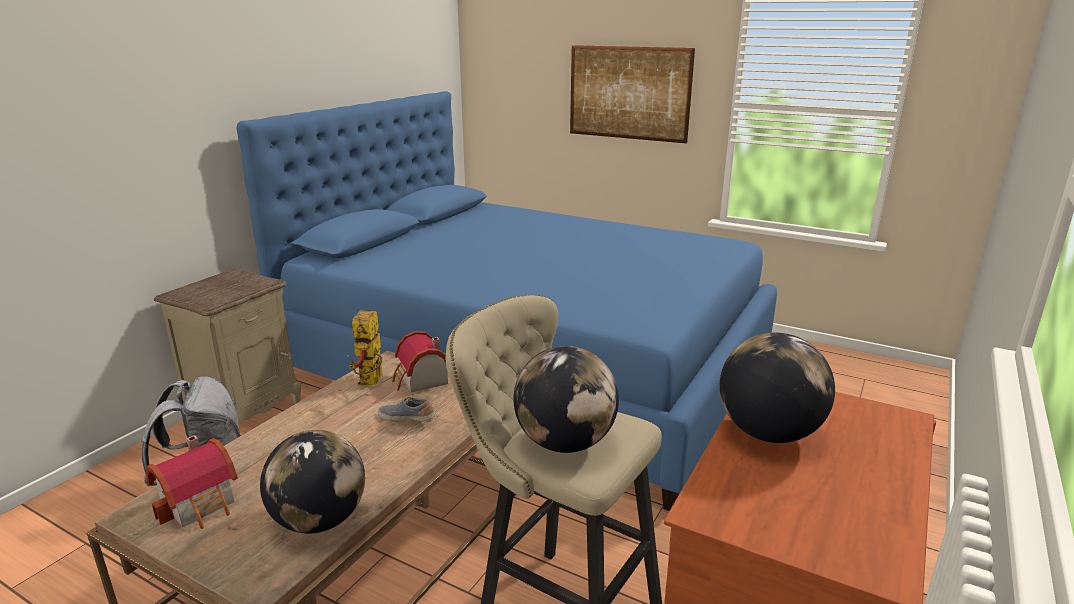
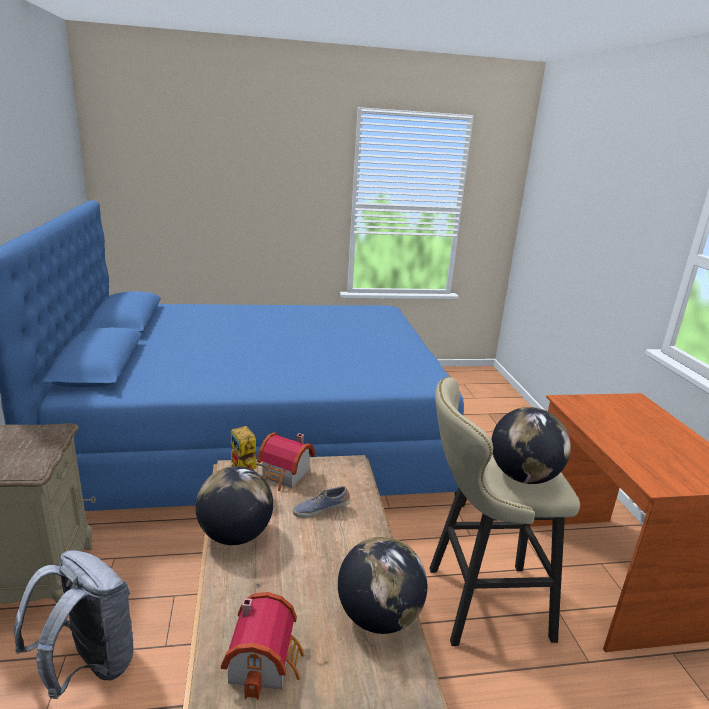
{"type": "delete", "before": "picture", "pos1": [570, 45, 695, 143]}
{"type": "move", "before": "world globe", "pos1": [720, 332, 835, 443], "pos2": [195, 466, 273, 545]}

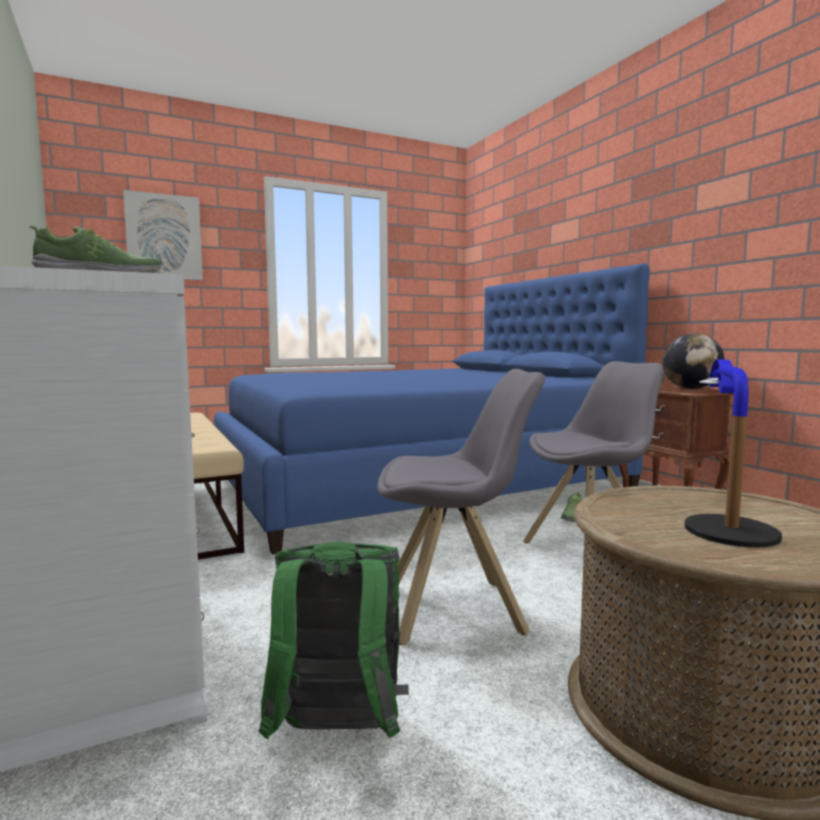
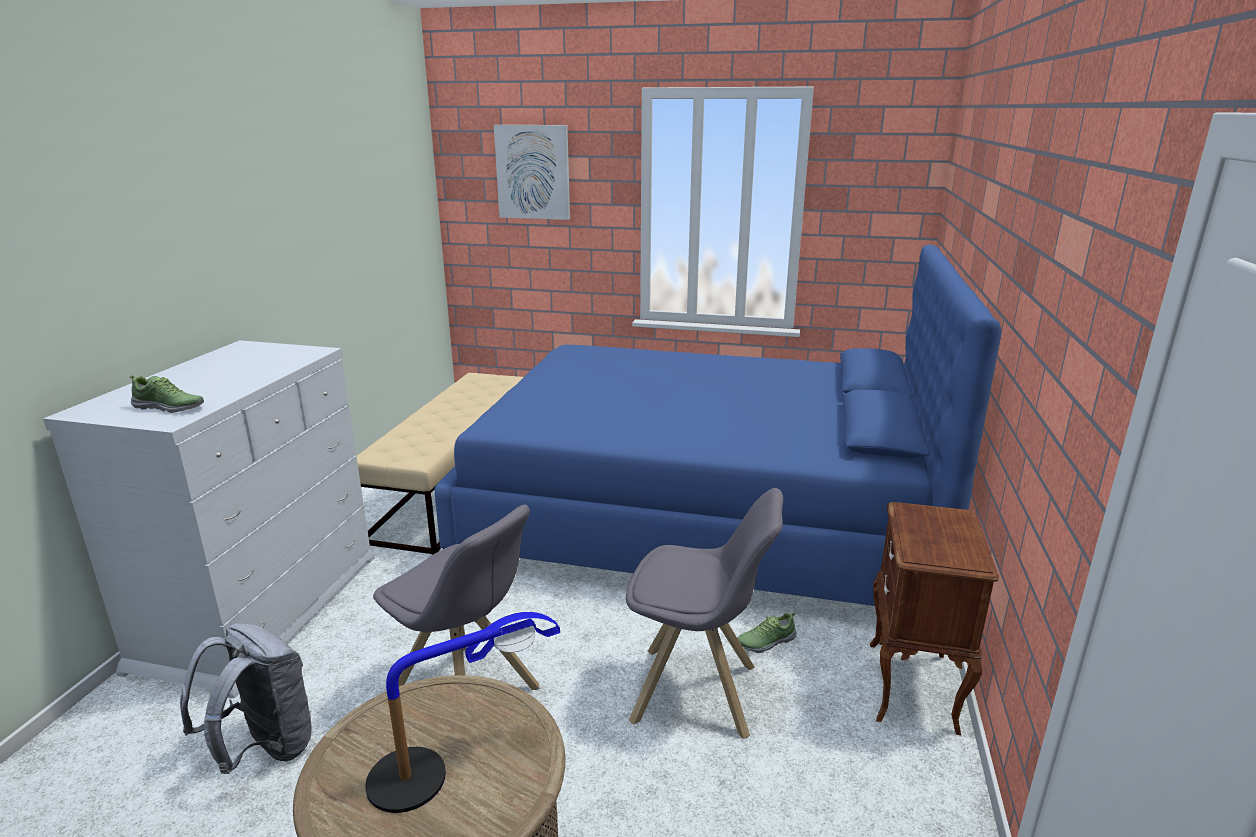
{"type": "delete", "before": "world globe", "pos1": [662, 333, 724, 389]}
{"type": "recolor", "before": "green-coloured backpack", "after": "gray backpack", "pos1": [259, 542, 409, 739], "pos2": [180, 623, 312, 774]}

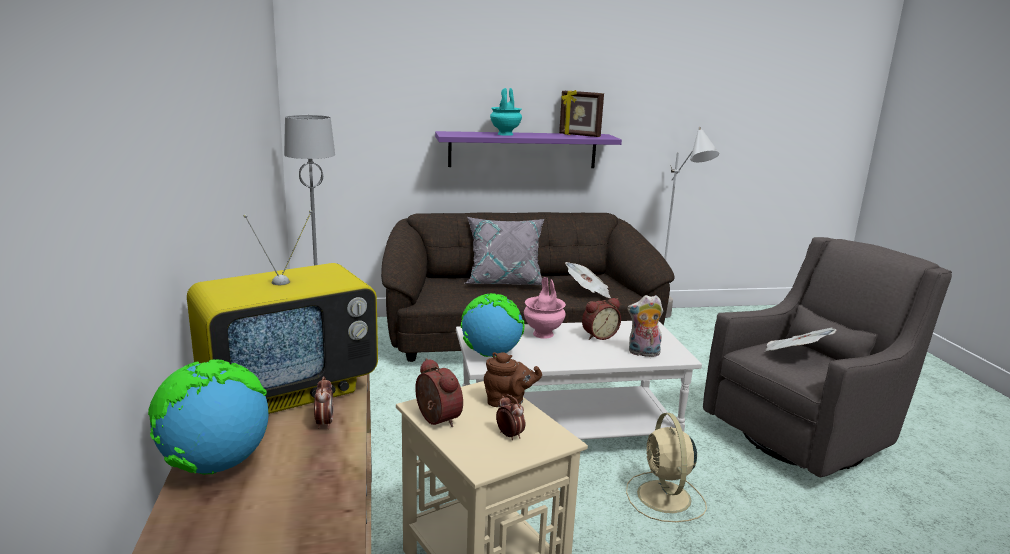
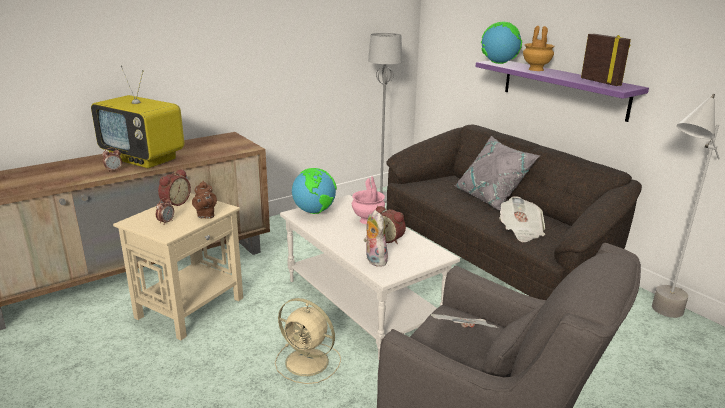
{"type": "move", "before": "world globe", "pos1": [148, 360, 269, 475], "pos2": [481, 22, 522, 64]}
{"type": "recolor", "before": "blue-green decorative vase", "after": "brownish decorative vase", "pos1": [490, 88, 522, 136], "pos2": [523, 26, 554, 71]}
{"type": "rotate", "before": "photo frame", "pos1": [559, 90, 604, 137], "pos2": [581, 34, 631, 86], "turn": 150}
{"type": "rotate", "before": "beige-coloured fan", "pos1": [626, 413, 707, 522], "pos2": [275, 298, 341, 384], "turn": -120}

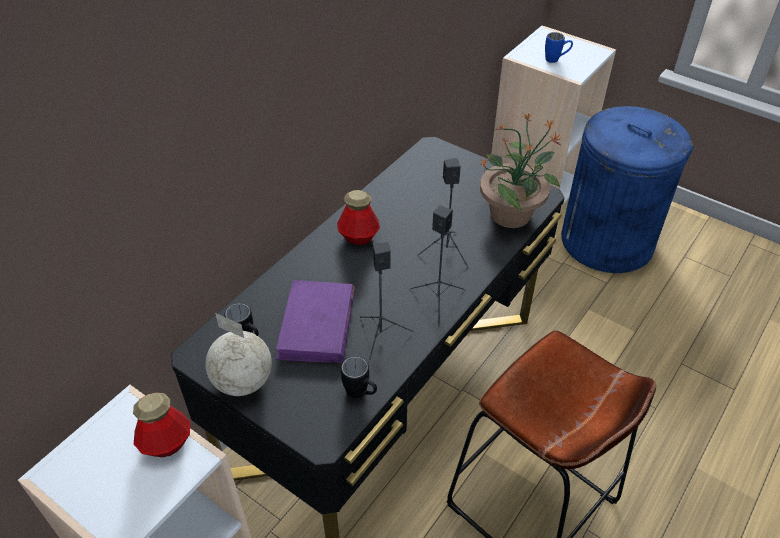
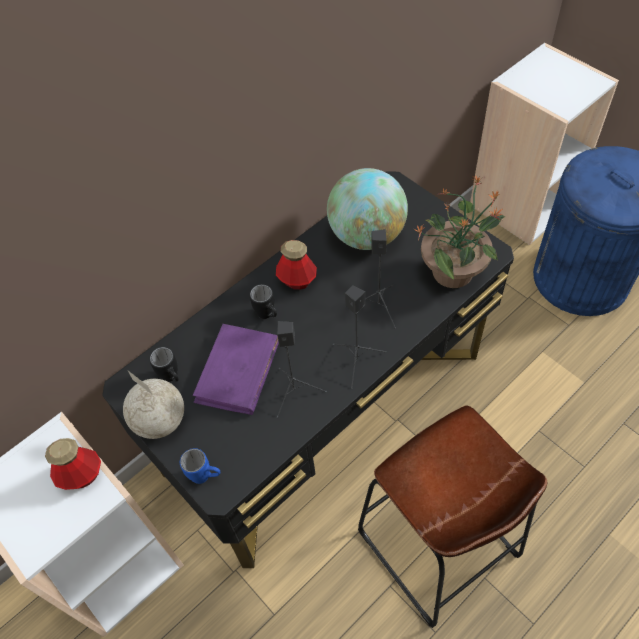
{"type": "insert", "after": "world globe", "pos2": [327, 168, 408, 250]}
{"type": "move", "before": "blackish tea mug", "pos1": [341, 356, 377, 399], "pos2": [250, 284, 277, 319]}
{"type": "move", "before": "blue-coloured tea mug", "pos1": [545, 32, 573, 63], "pos2": [180, 448, 220, 484]}

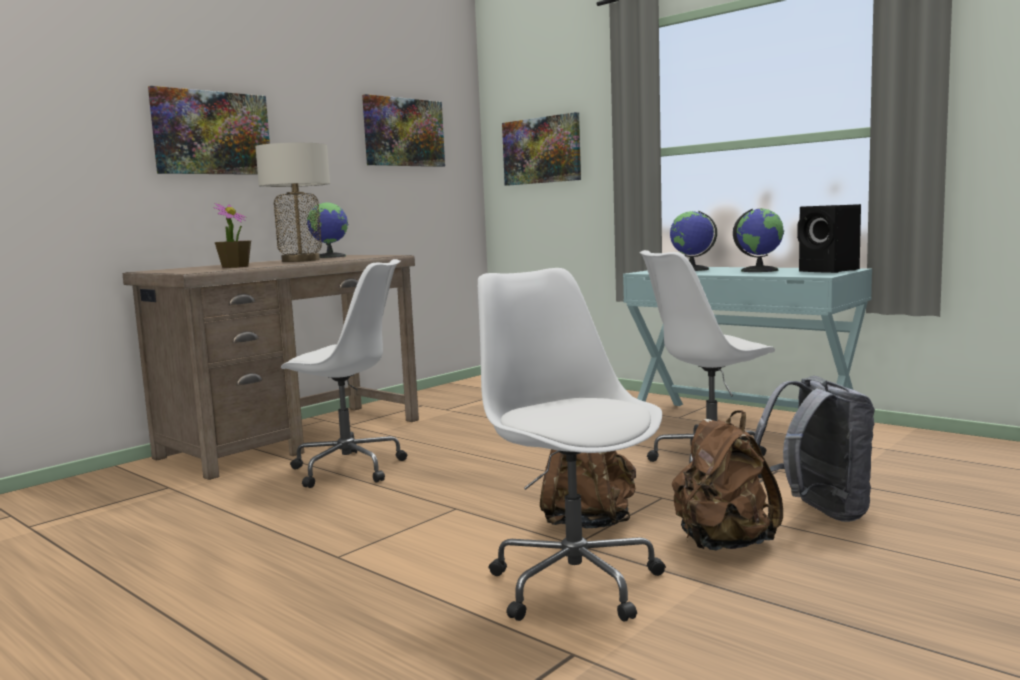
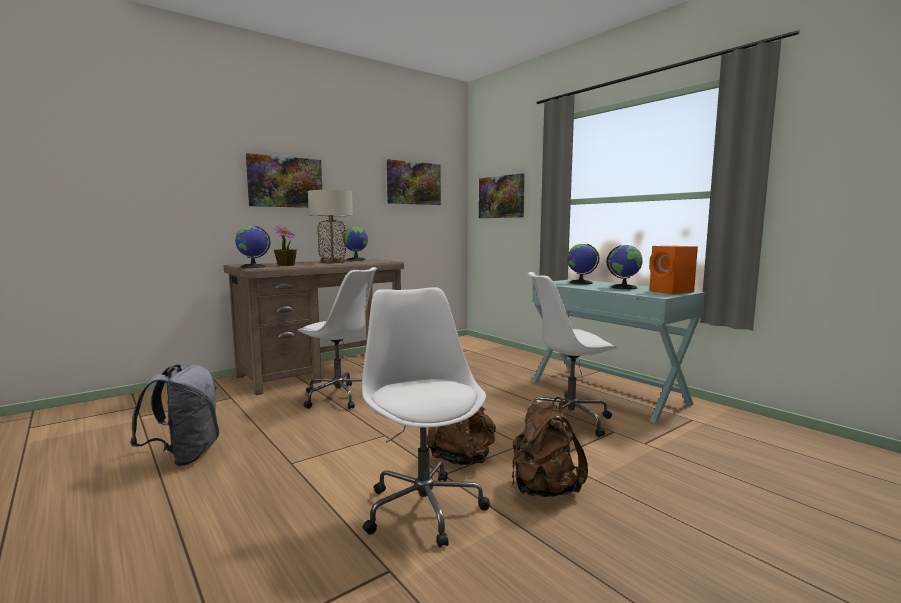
{"type": "insert", "after": "world globe", "pos2": [235, 226, 271, 268]}
{"type": "move", "before": "gray backpack", "pos1": [754, 376, 875, 522], "pos2": [130, 364, 219, 466]}
{"type": "recolor", "before": "blackish speaker", "after": "orange-coloured speaker", "pos1": [797, 204, 861, 273], "pos2": [649, 246, 698, 294]}

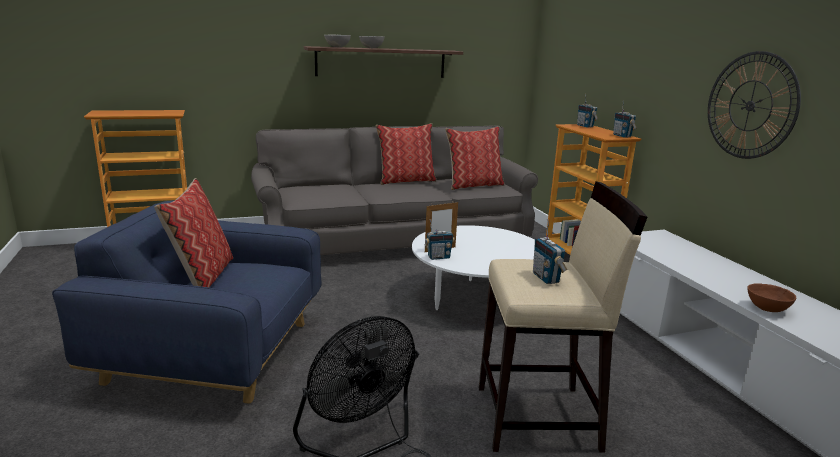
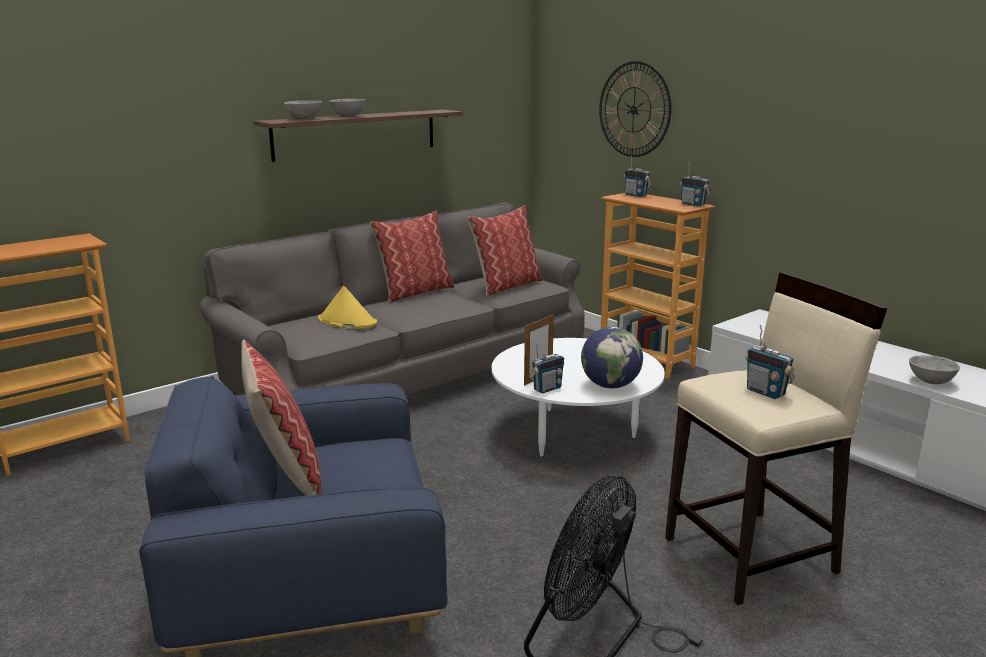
{"type": "insert", "after": "yellow-coloured wearable hat", "pos2": [318, 285, 377, 329]}
{"type": "insert", "after": "world globe", "pos2": [581, 327, 643, 389]}
{"type": "move", "before": "hanging clock", "pos1": [708, 51, 801, 159], "pos2": [599, 61, 672, 157]}
{"type": "recolor", "before": "brownish bowl", "after": "gray bowl", "pos1": [747, 283, 796, 312], "pos2": [909, 355, 960, 384]}

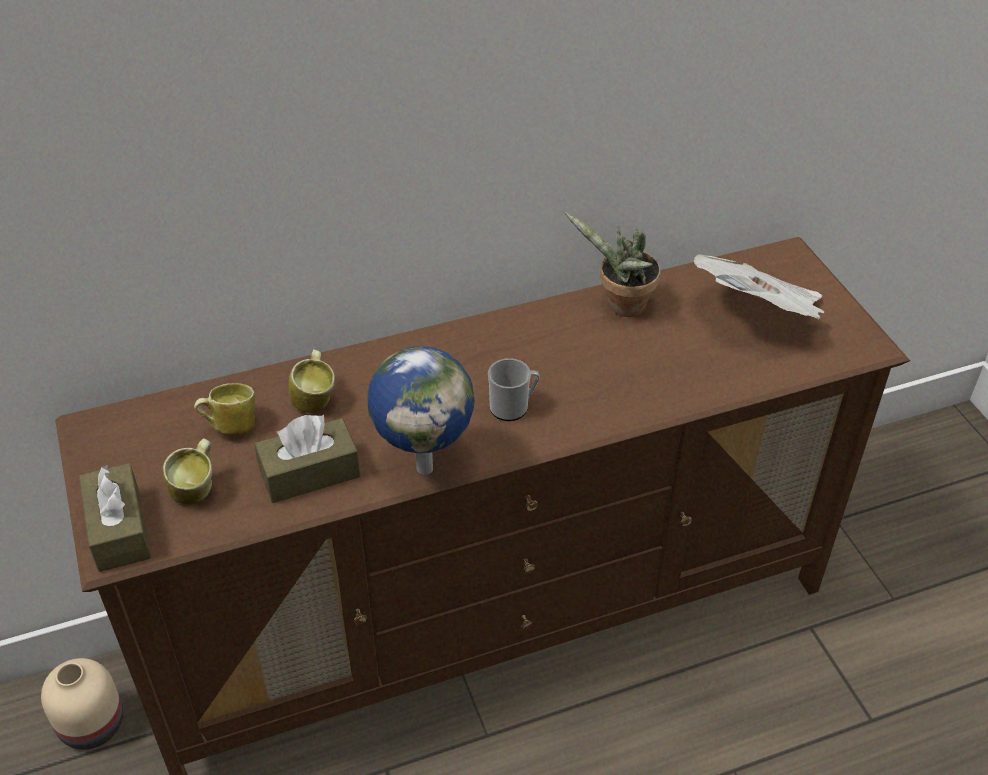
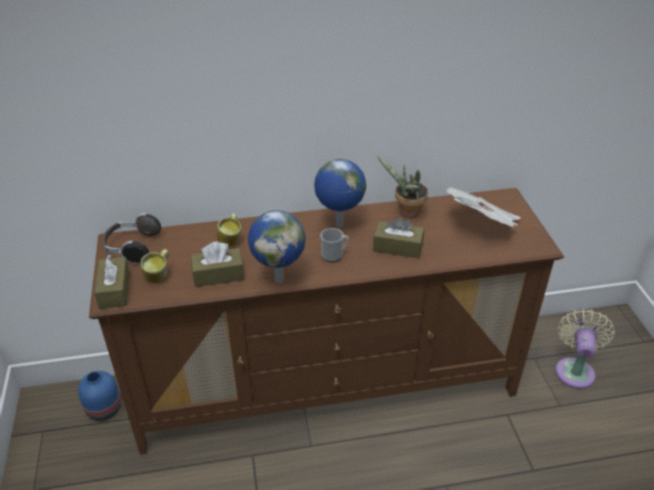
{"type": "delete", "before": "tea mug", "pos1": [194, 383, 255, 435]}
{"type": "insert", "after": "headset", "pos2": [102, 213, 161, 264]}
{"type": "insert", "after": "world globe", "pos2": [314, 159, 366, 227]}
{"type": "insert", "after": "brownish tissue box", "pos2": [373, 217, 424, 259]}
{"type": "insert", "after": "beige-coloured fan", "pos2": [555, 309, 615, 389]}
{"type": "recolor", "before": "beige-coloured decorative vase", "after": "blue-coloured decorative vase", "pos1": [41, 658, 123, 750], "pos2": [78, 371, 121, 421]}

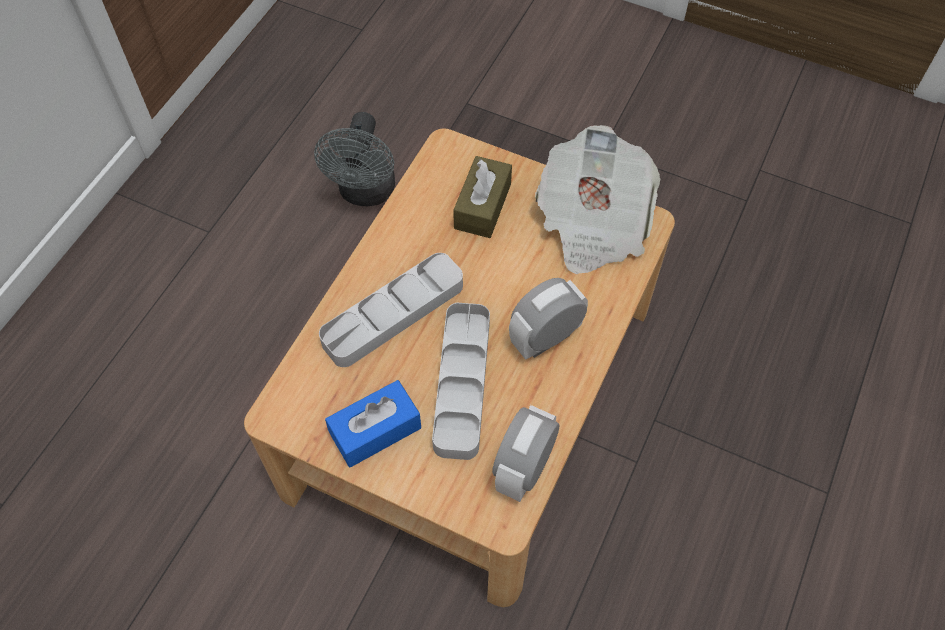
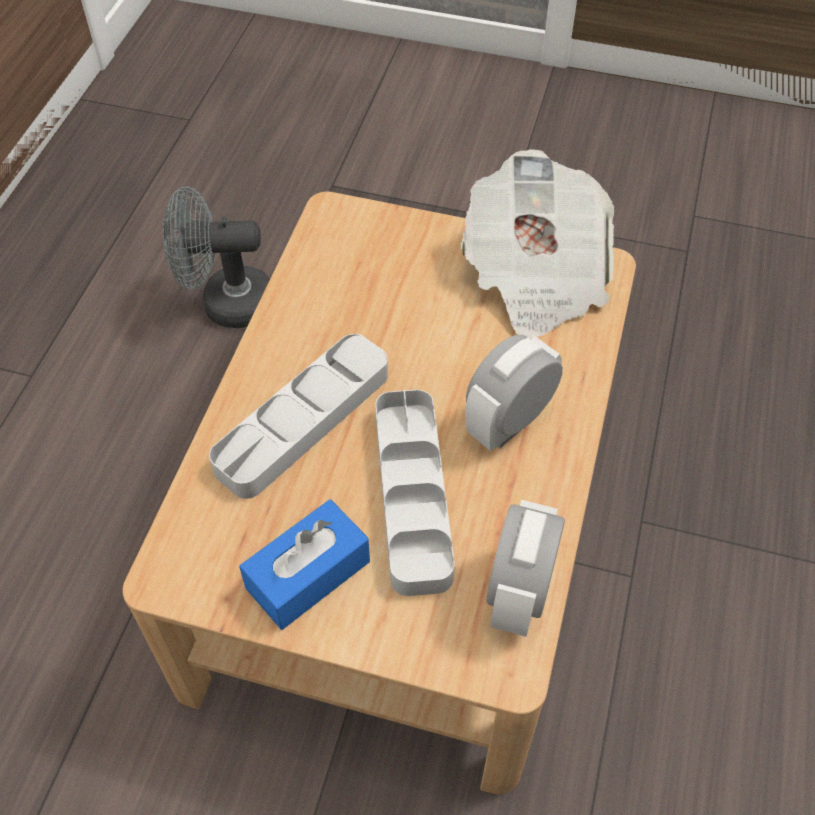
{"type": "delete", "before": "brownish tissue box", "pos1": [453, 156, 512, 238]}
{"type": "rotate", "before": "gray fan", "pos1": [314, 112, 395, 206], "pos2": [163, 186, 270, 328], "turn": 90}

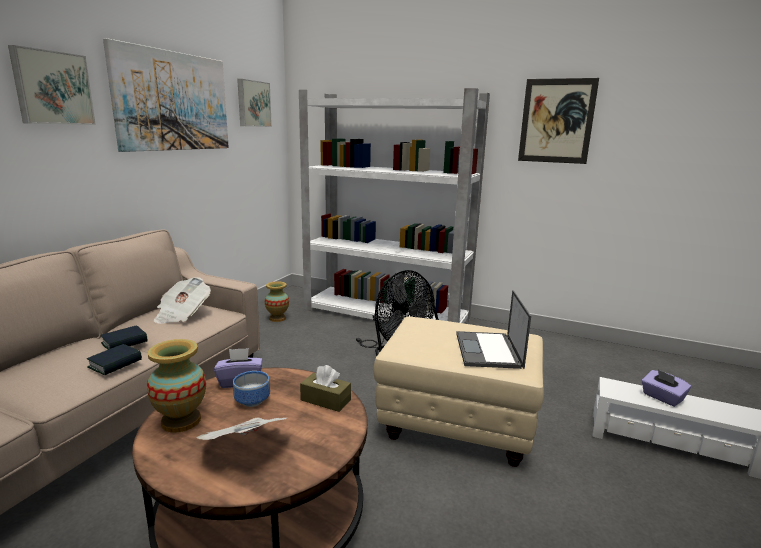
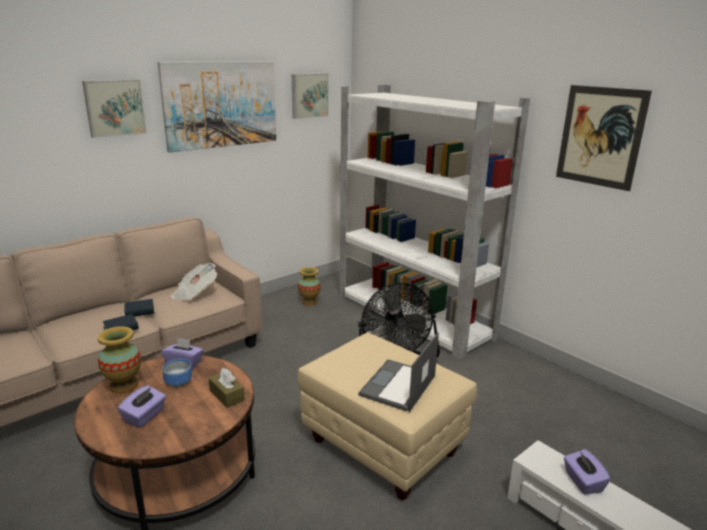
{"type": "replace", "before": "printed paper", "after": "purple tissue box", "pos1": [196, 417, 287, 440], "pos2": [118, 385, 166, 428]}

